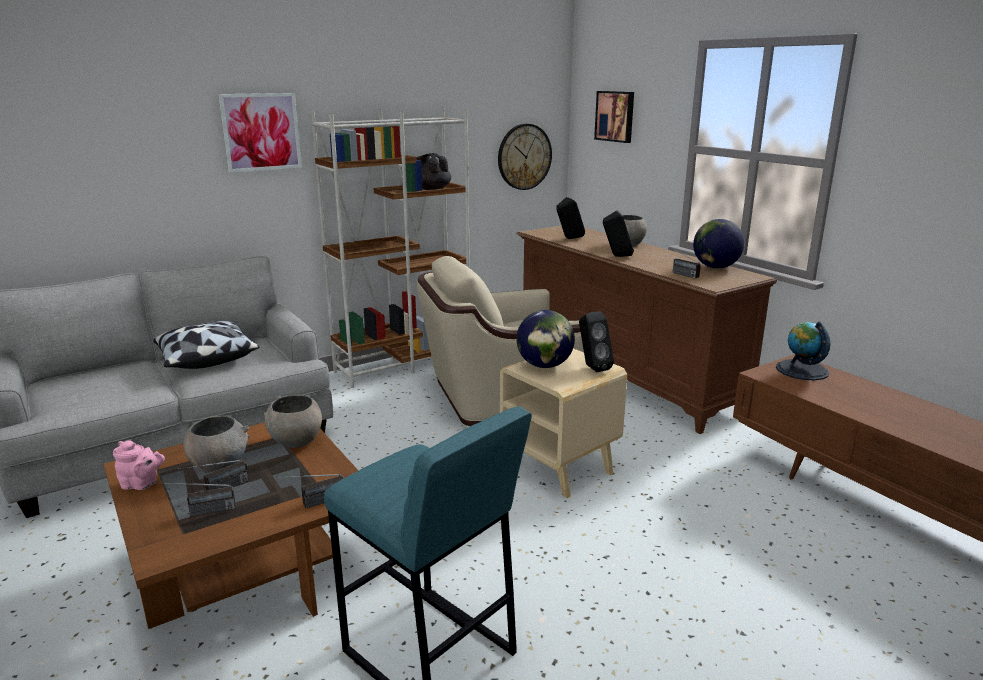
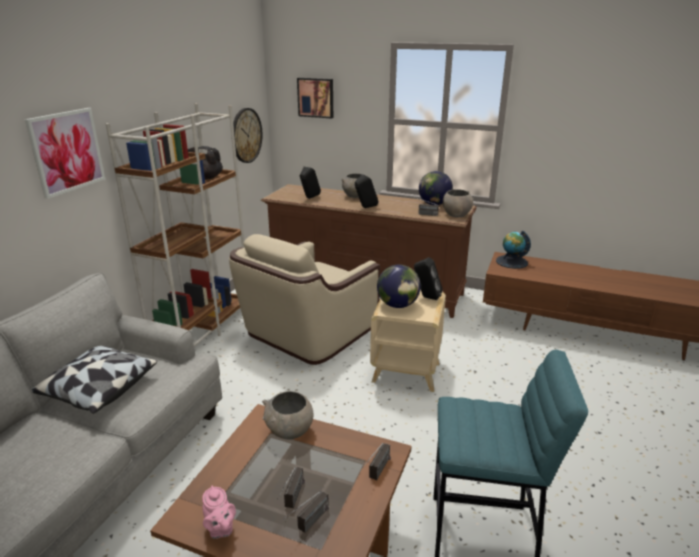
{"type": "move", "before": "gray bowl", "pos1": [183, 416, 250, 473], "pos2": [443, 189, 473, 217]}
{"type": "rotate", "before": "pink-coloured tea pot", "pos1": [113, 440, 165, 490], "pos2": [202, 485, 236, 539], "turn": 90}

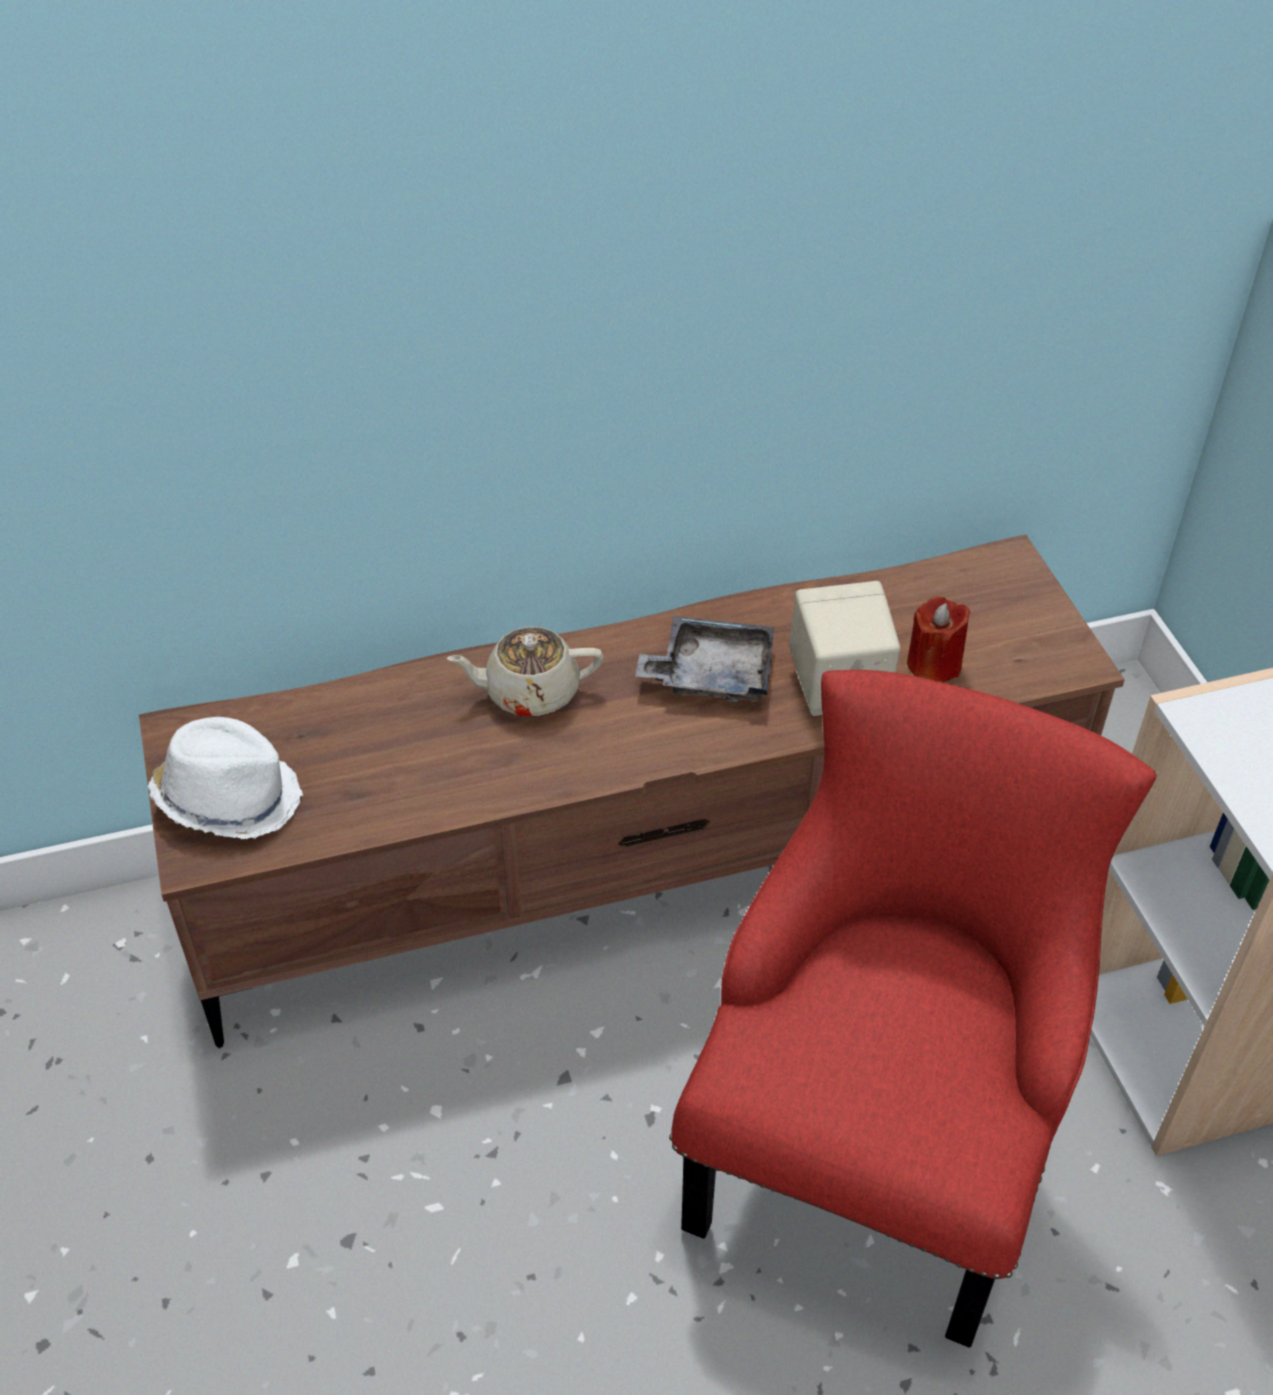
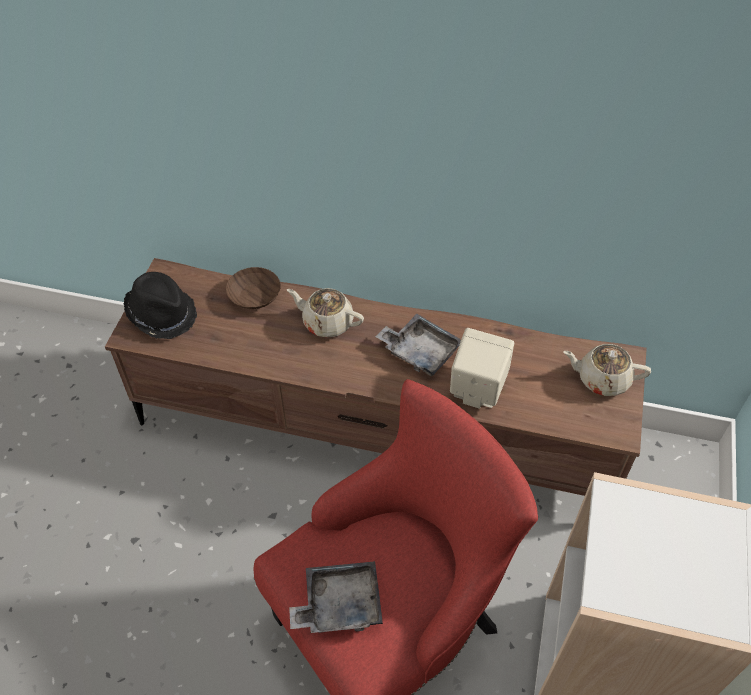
{"type": "delete", "before": "reddish wax candle", "pos1": [907, 596, 970, 682]}
{"type": "insert", "after": "brownish bowl", "pos2": [226, 267, 281, 309]}
{"type": "insert", "after": "gray tray", "pos2": [289, 561, 383, 633]}
{"type": "insert", "after": "beige-coloured tea pot", "pos2": [563, 344, 651, 396]}
{"type": "recolor", "before": "white-coloured wearable hat", "after": "blackish wearable hat", "pos1": [148, 717, 303, 839], "pos2": [124, 272, 197, 339]}

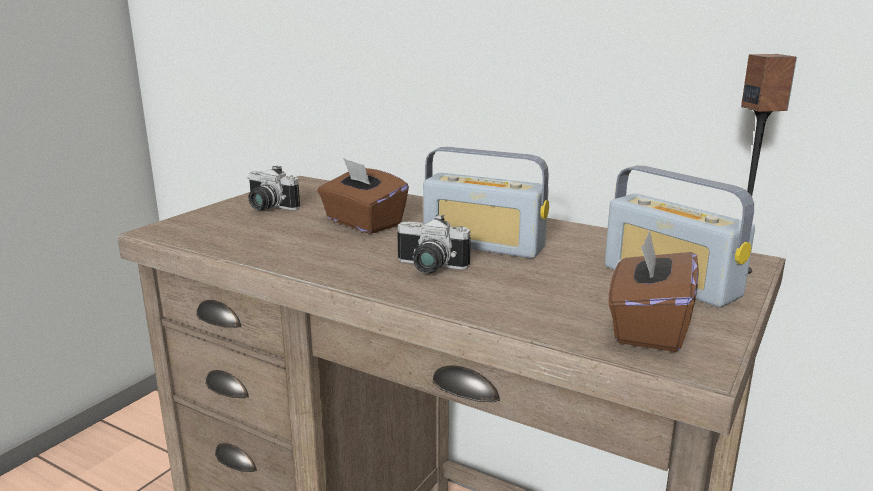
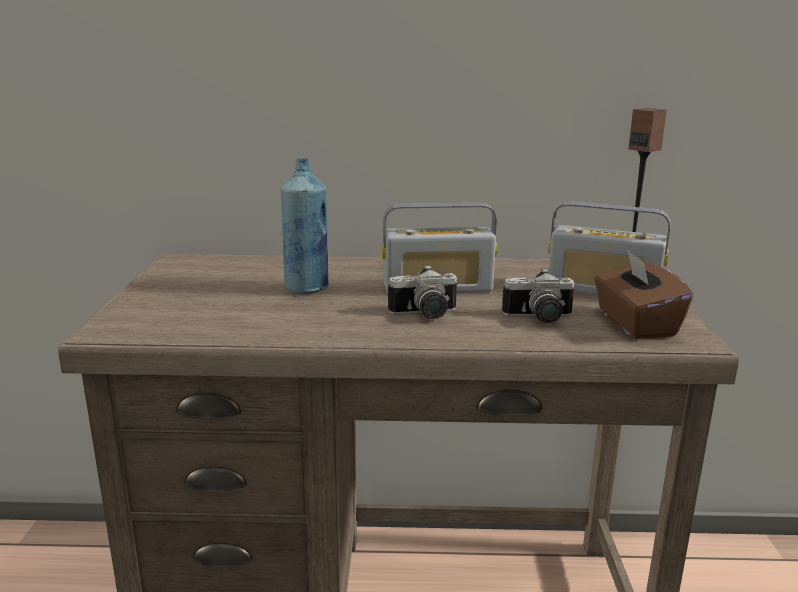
{"type": "move", "before": "still camera", "pos1": [248, 166, 300, 210], "pos2": [502, 268, 575, 323]}
{"type": "replace", "before": "brownish tissue box", "after": "blue-coloured drink bottle", "pos1": [318, 158, 409, 234], "pos2": [281, 158, 329, 294]}

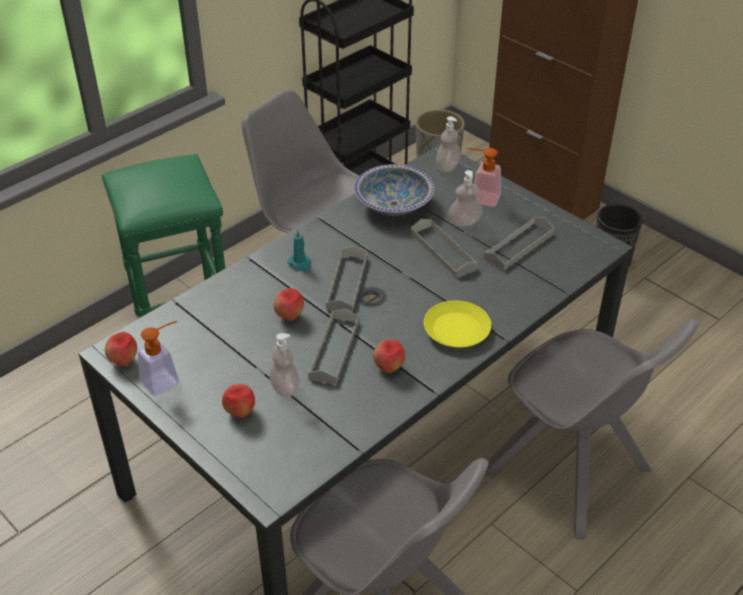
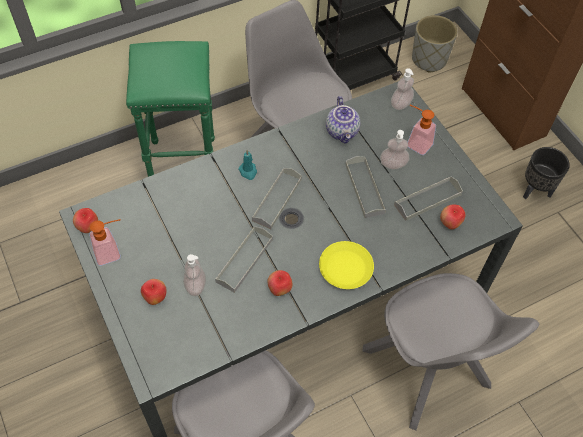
{"type": "move", "before": "whole apple", "pos1": [273, 288, 304, 321], "pos2": [440, 205, 465, 229]}
{"type": "replace", "before": "bowl", "after": "tea pot", "pos1": [354, 164, 434, 216], "pos2": [326, 96, 360, 144]}

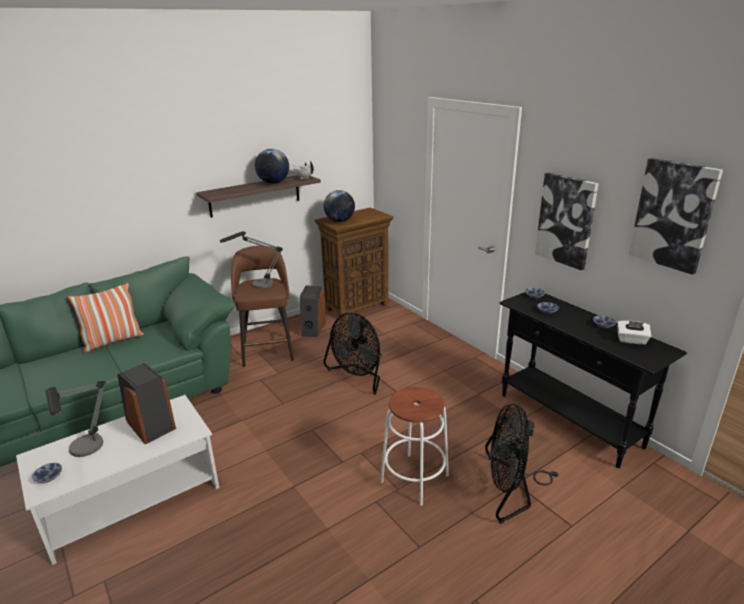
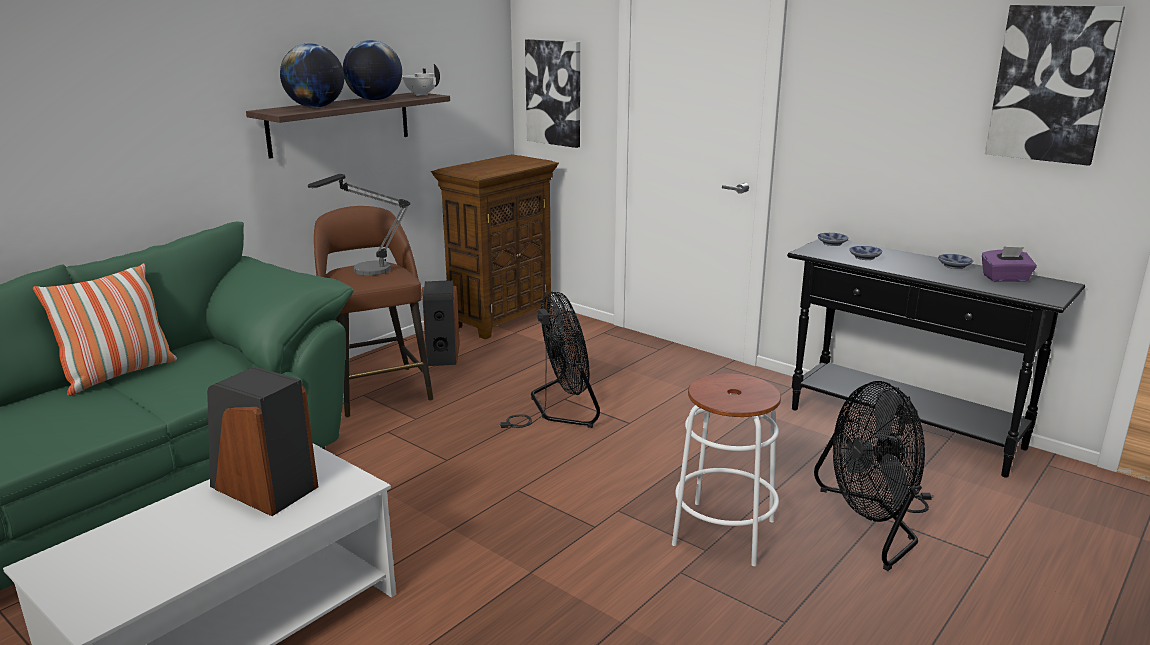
{"type": "delete", "before": "bowl", "pos1": [32, 463, 62, 483]}
{"type": "delete", "before": "table lamp", "pos1": [45, 381, 106, 457]}
{"type": "move", "before": "world globe", "pos1": [324, 190, 355, 222], "pos2": [280, 43, 344, 108]}
{"type": "move", "before": "picture", "pos1": [535, 173, 599, 270], "pos2": [525, 39, 580, 148]}
{"type": "recolor", "before": "white-coloured tissue box", "after": "purple tissue box", "pos1": [617, 320, 651, 345], "pos2": [982, 247, 1037, 282]}
{"type": "rotate", "before": "blackish fan", "pos1": [323, 313, 382, 395], "pos2": [498, 291, 600, 428], "turn": -135}

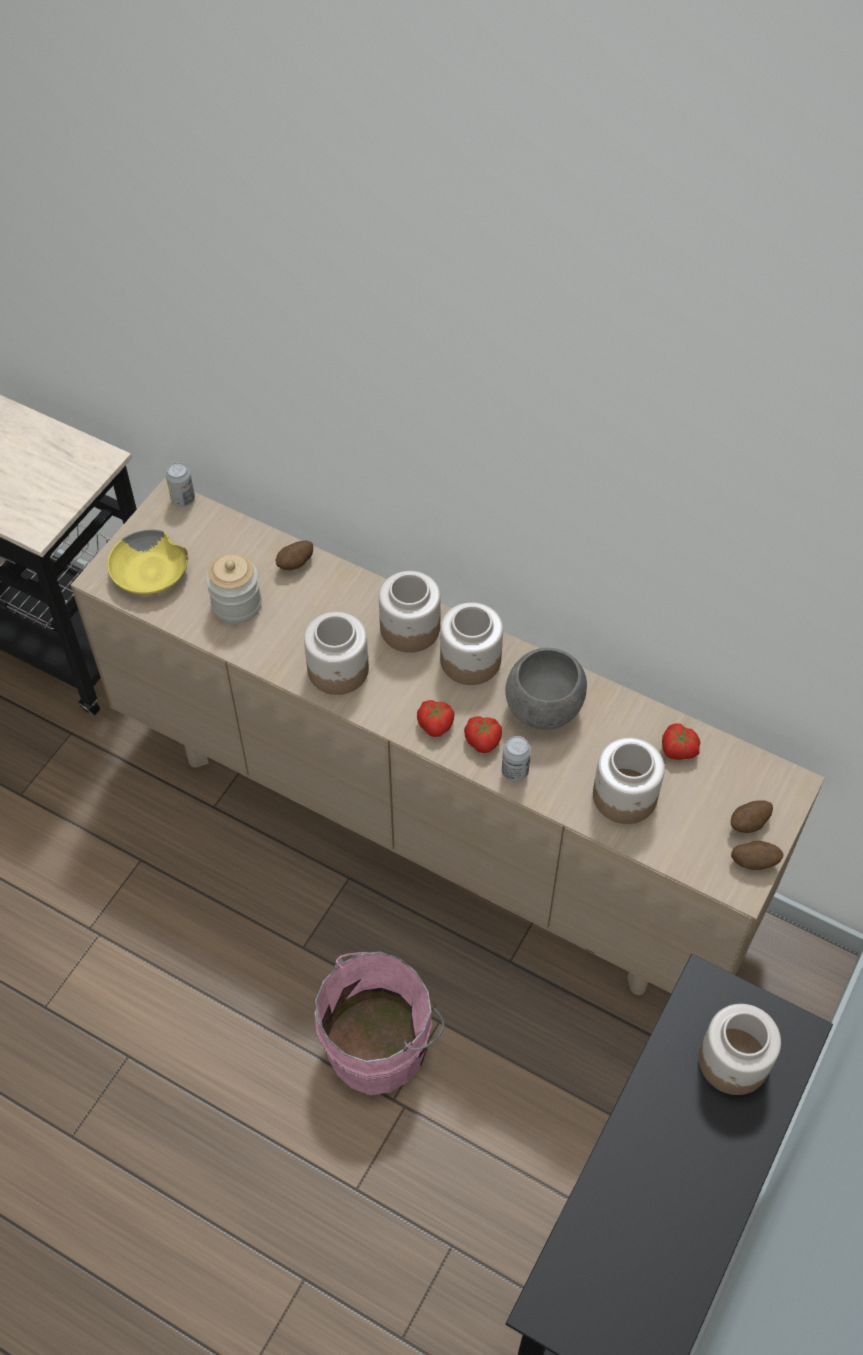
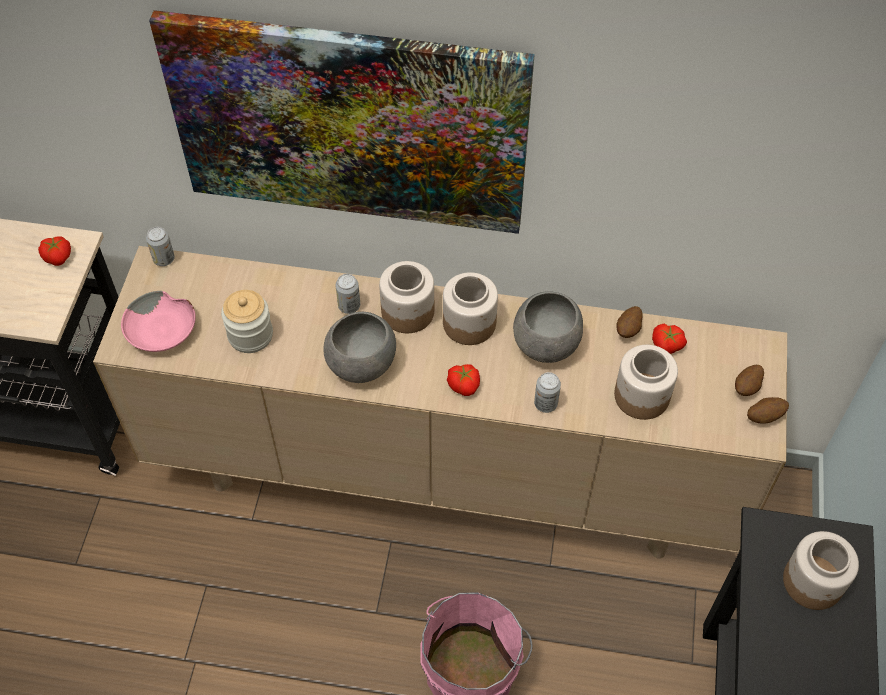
{"type": "insert", "after": "picture", "pos2": [149, 10, 535, 234]}
{"type": "insert", "after": "metal can", "pos2": [335, 274, 360, 314]}
{"type": "move", "before": "potato", "pos1": [276, 540, 313, 570], "pos2": [616, 306, 643, 338]}
{"type": "move", "before": "fresh tomato", "pos1": [464, 716, 502, 753], "pos2": [38, 236, 71, 266]}
{"type": "replace", "before": "preserve jar", "after": "gray bowl", "pos1": [304, 612, 369, 695], "pos2": [323, 312, 396, 383]}
{"type": "recolor", "before": "yellow-coloured bowl", "after": "pink-coloured bowl", "pos1": [107, 530, 188, 594], "pos2": [121, 291, 196, 352]}

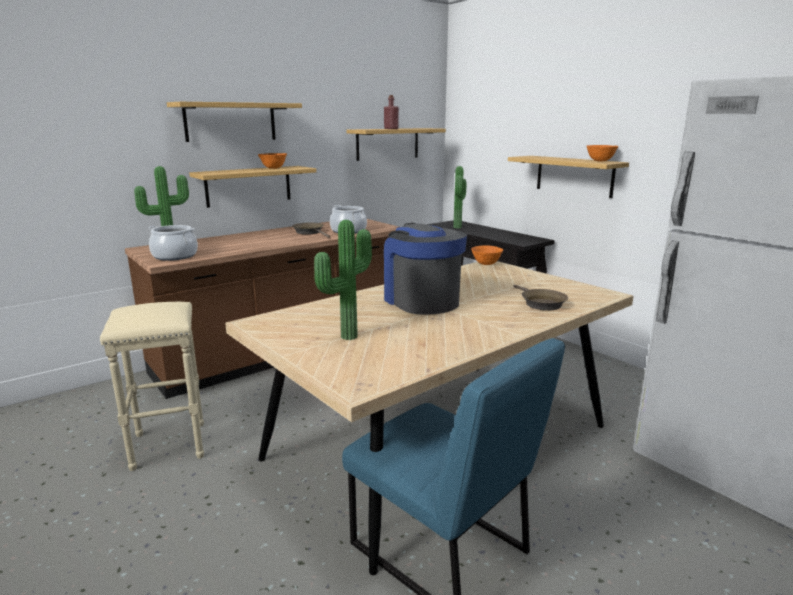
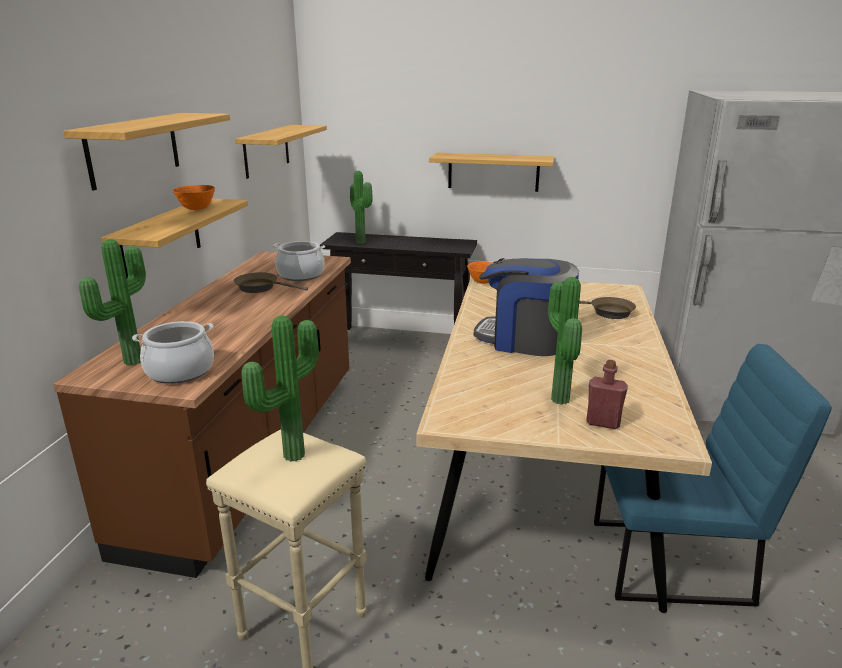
{"type": "delete", "before": "orange-coloured bowl", "pos1": [587, 145, 619, 161]}
{"type": "insert", "after": "potted plant", "pos2": [242, 315, 319, 462]}
{"type": "move", "before": "reddish drink bottle", "pos1": [384, 95, 399, 129], "pos2": [586, 360, 628, 429]}

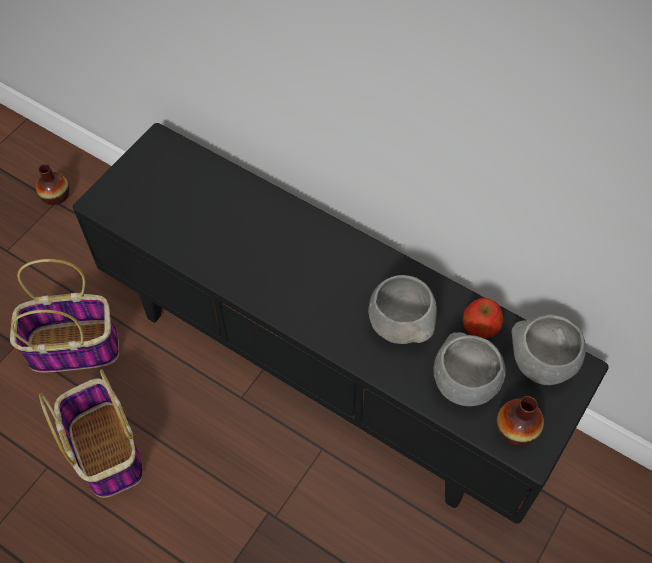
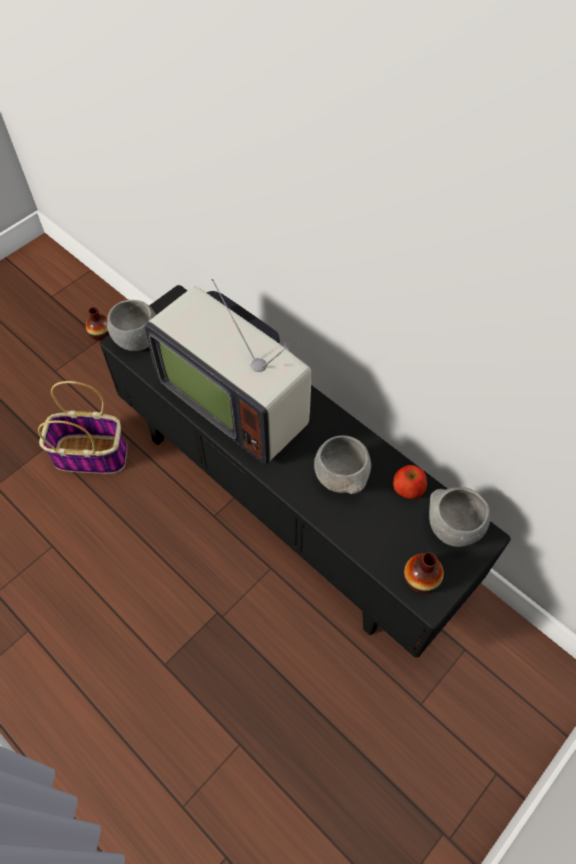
{"type": "delete", "before": "household basket", "pos1": [39, 369, 143, 498]}
{"type": "insert", "after": "TV set", "pos2": [145, 279, 312, 464]}
{"type": "move", "before": "gray bowl", "pos1": [433, 332, 506, 406], "pos2": [107, 300, 156, 351]}

